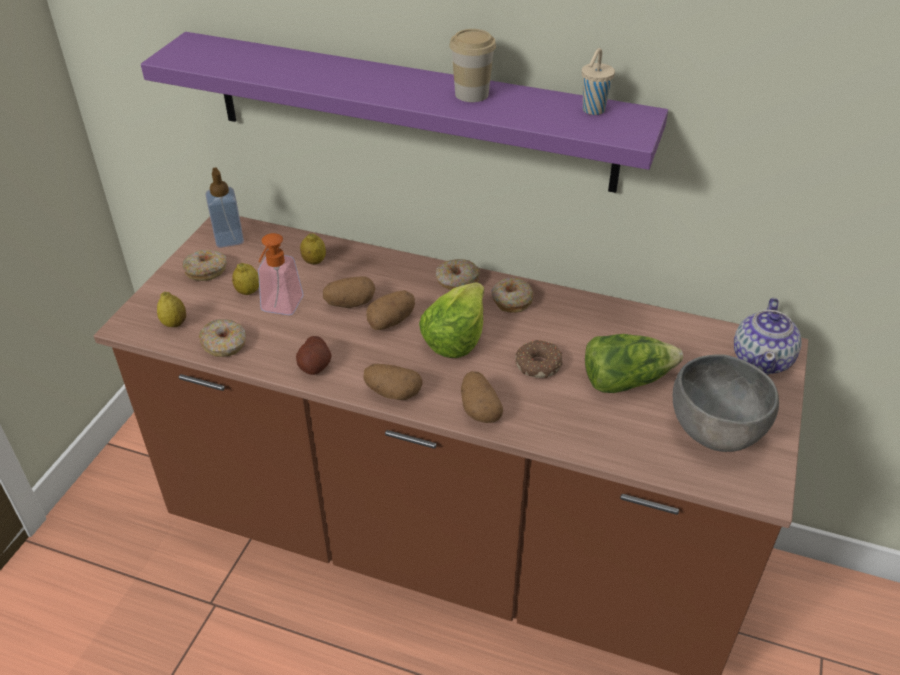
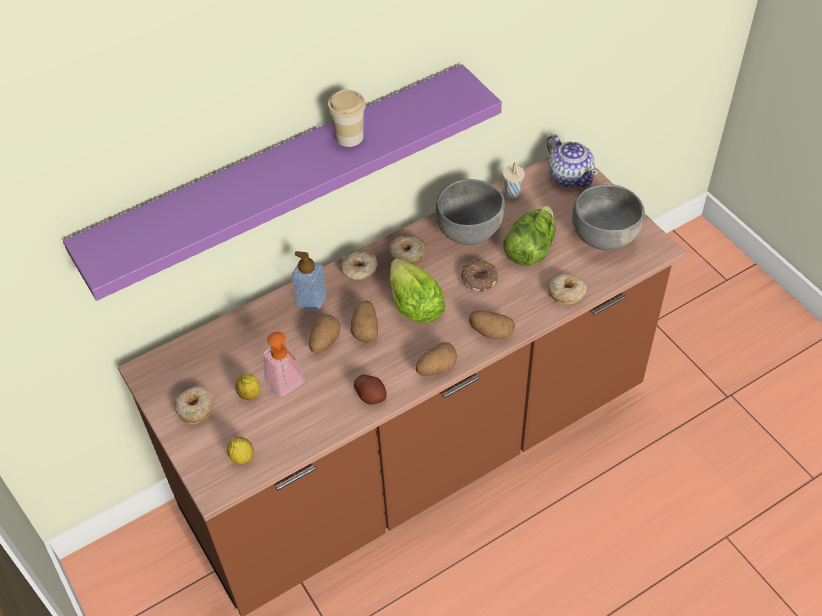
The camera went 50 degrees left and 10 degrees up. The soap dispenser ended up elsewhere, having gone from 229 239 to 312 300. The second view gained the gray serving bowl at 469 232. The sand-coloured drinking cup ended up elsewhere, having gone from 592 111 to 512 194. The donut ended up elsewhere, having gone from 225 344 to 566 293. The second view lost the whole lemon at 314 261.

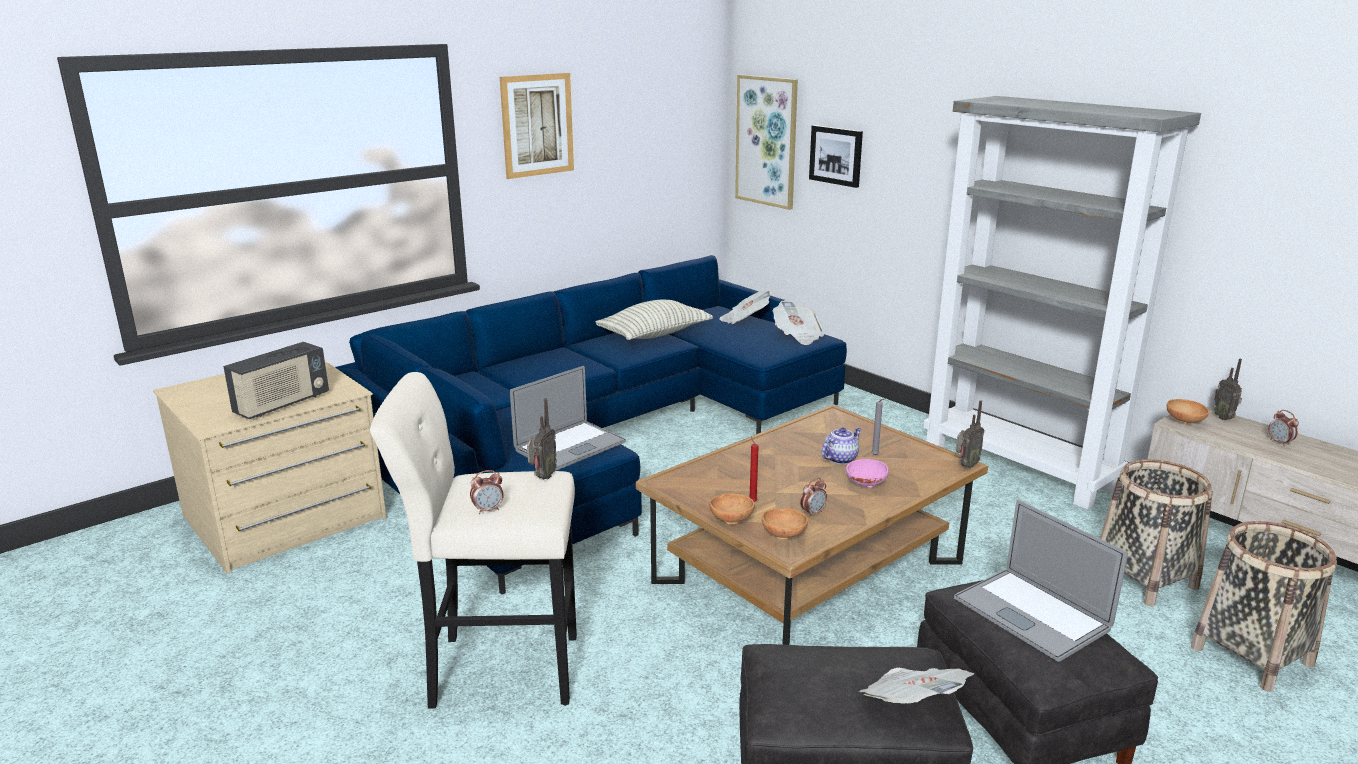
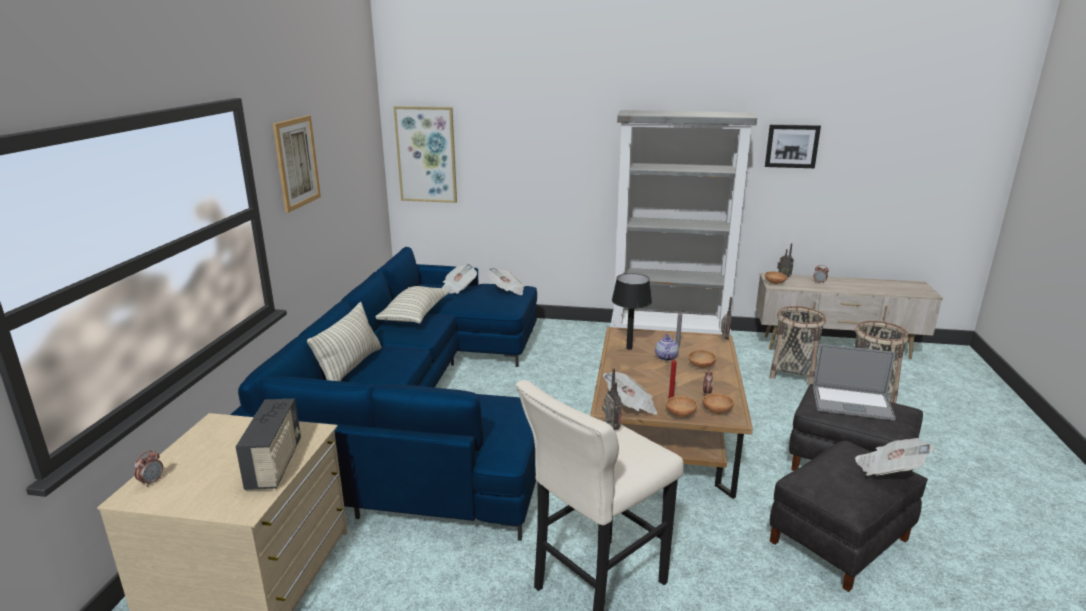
The camera went 40 degrees left and 0 degrees up. The alarm clock ended up elsewhere, having gone from 488 510 to 152 481. The second view gained the pillow at 350 367. The second view gained the daily paper at 630 406. The second view gained the black lamp for a table at 629 348. What was the pinkish serving bowl at 865 484 turned into the brown-coloured serving bowl at 700 366. The wall picture ended up elsewhere, having gone from 836 155 to 791 146. The second view lost the notebook computer at 570 446.

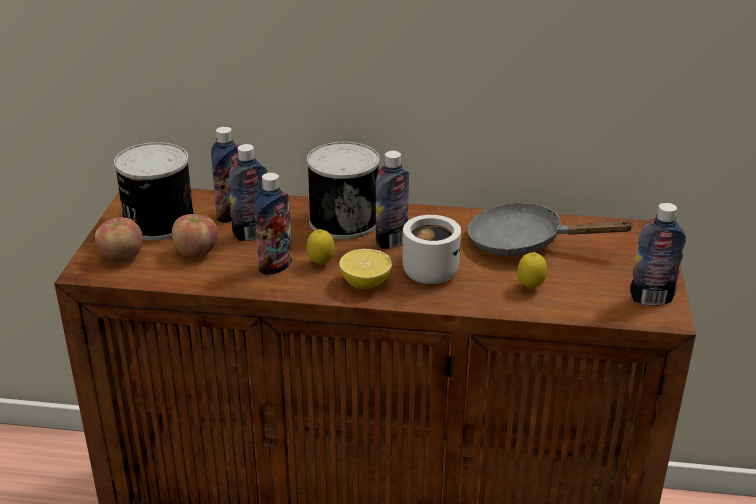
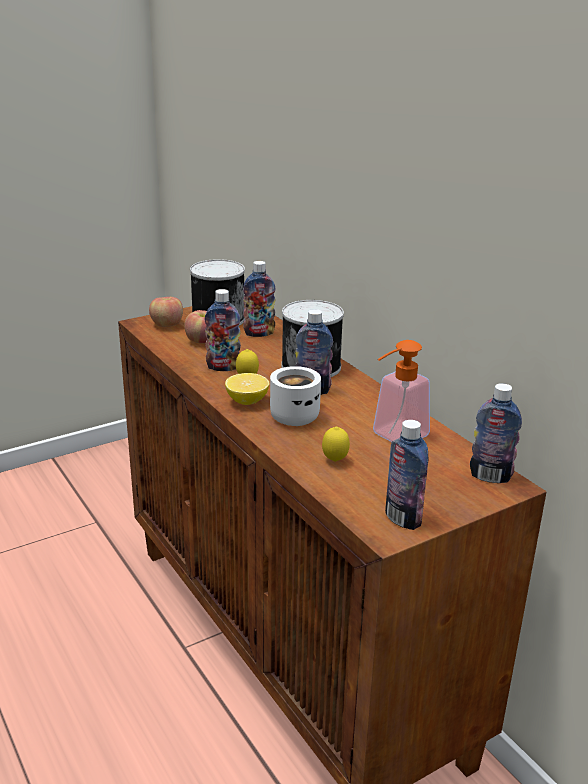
The camera went 50 degrees right and 5 degrees down. Where the gray pan stood at 524 243, the soap dispenser came to stand at 394 438. The beverage bottle ended up elsewhere, having gone from 252 234 to 490 476.

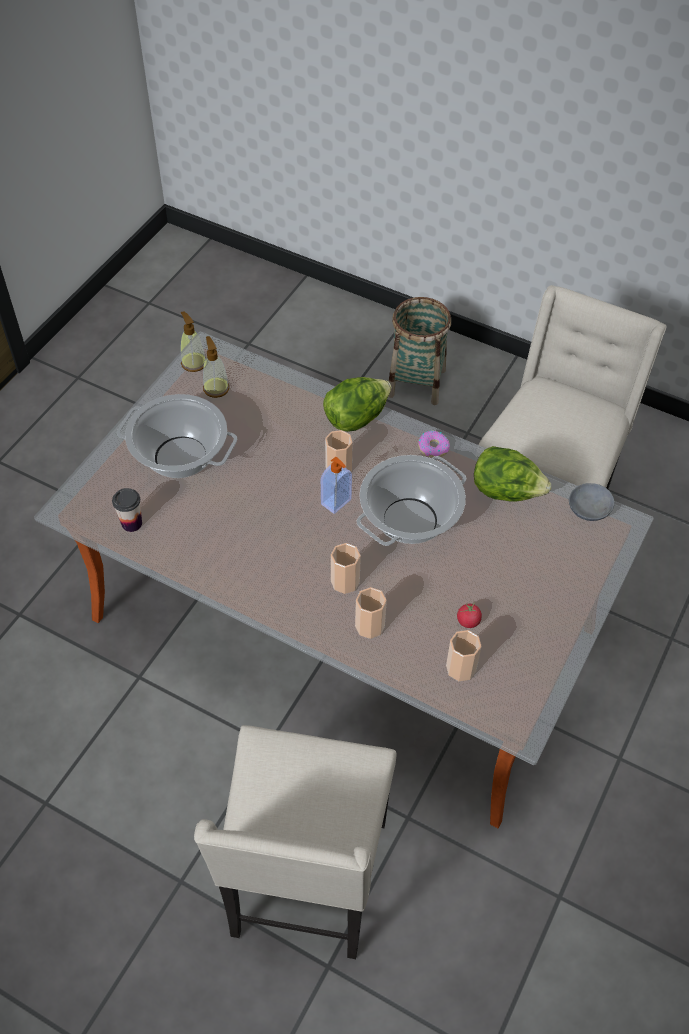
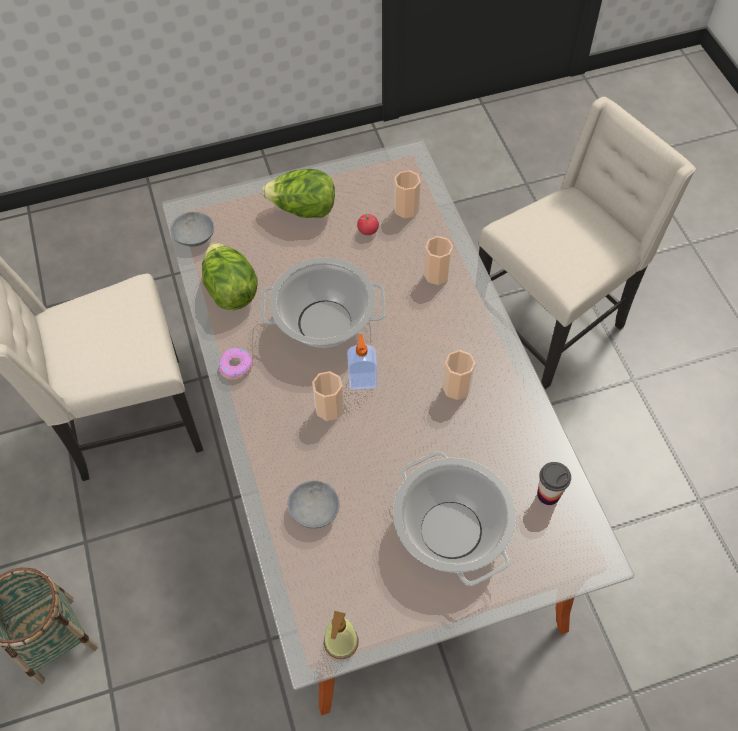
The camera went 135 degrees left and 5 degrees up. The head of lettuce ended up elsewhere, having gone from 356 418 to 303 210. The second view gained the gray serving bowl at 313 511. The drinking cup ended up elsewhere, having gone from 345 581 to 456 387. The second view lost the soap dispenser at 216 388.

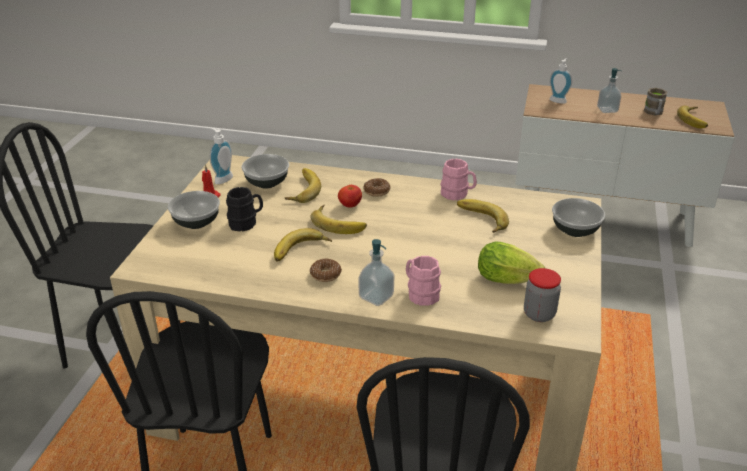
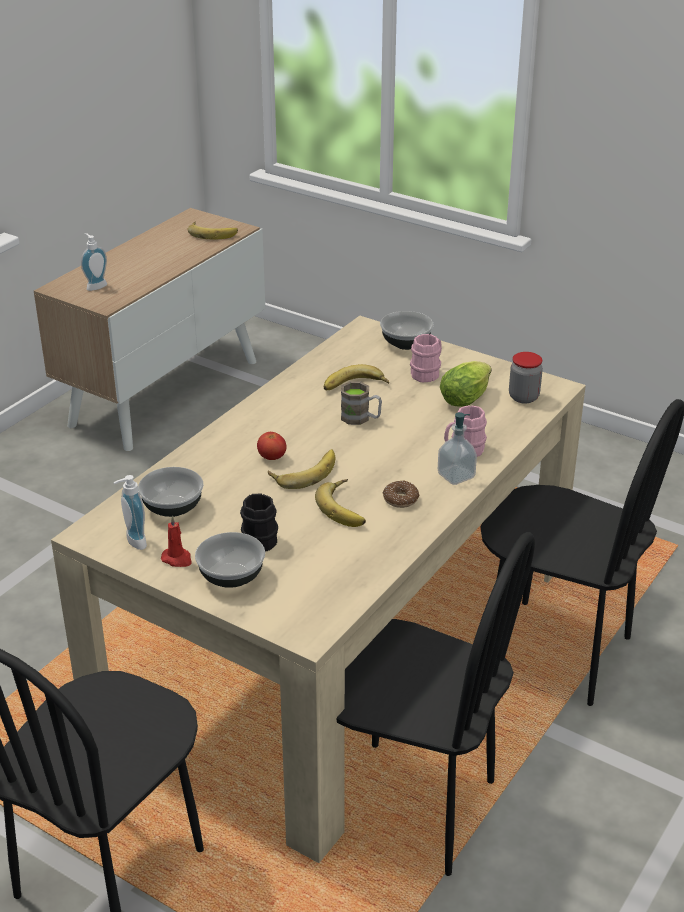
The camera went 70 degrees left and 0 degrees up. The brown-coloured coffee mug ended up elsewhere, having gone from 654 113 to 361 418. The pinkish coffee mug ended up elsewhere, having gone from 457 194 to 427 373. The second view lost the whole banana at 301 189. The second view lost the donut at 376 191. The second view lost the soap dispenser at 607 110.

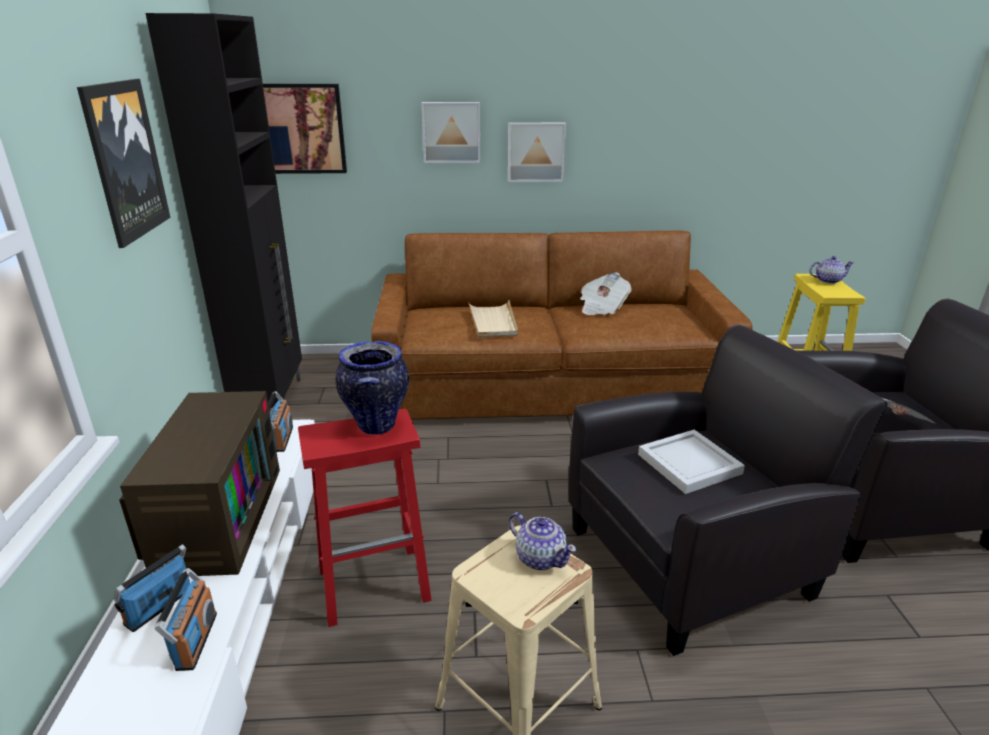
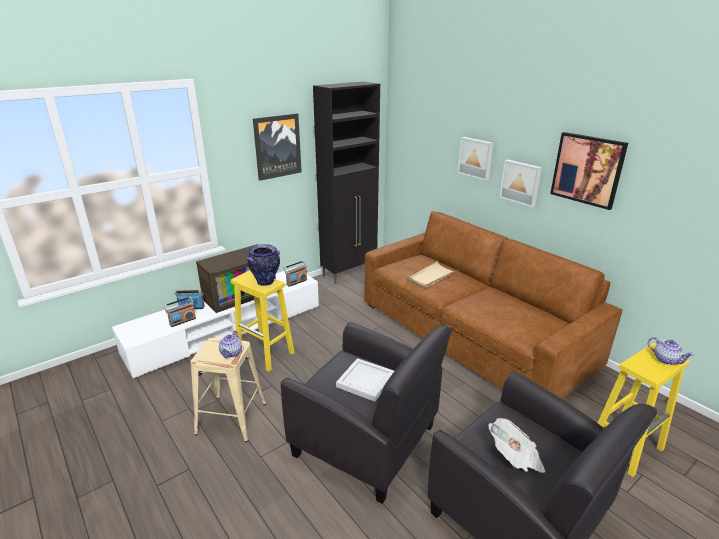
The camera went 55 degrees right and 0 degrees up. What was the red stool seat at 375 584 turned into the yellowish stool seat at 266 354. The wall picture ended up elsewhere, having gone from 300 129 to 587 169. The second view lost the daily paper at 602 307.

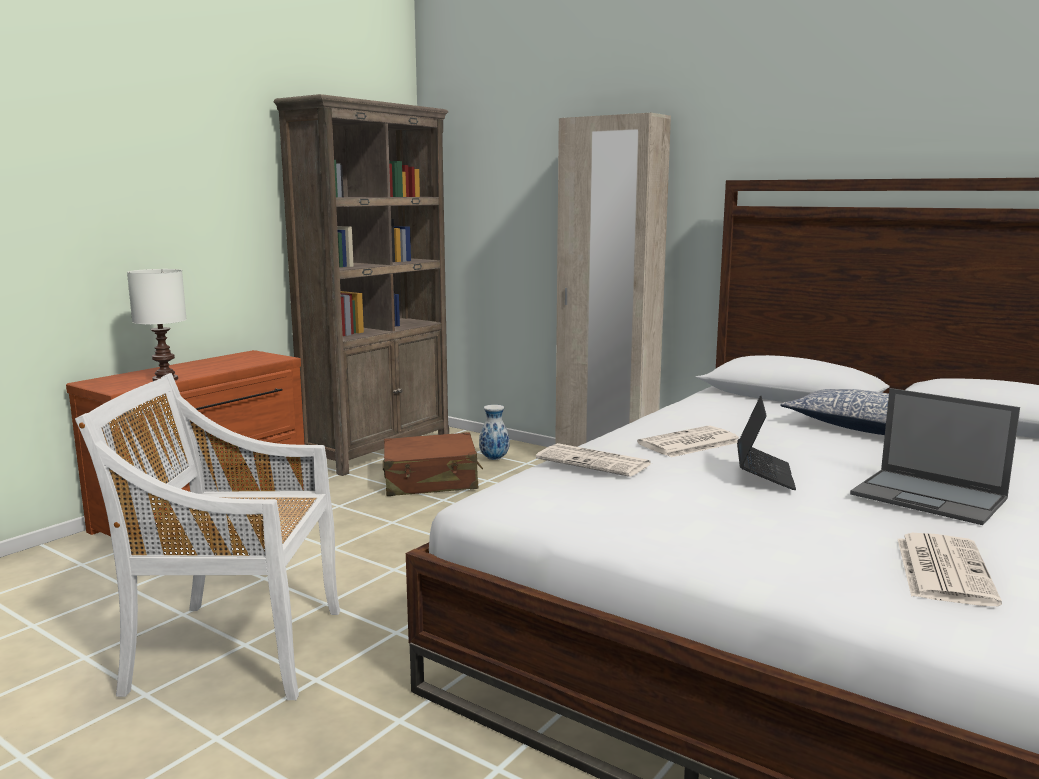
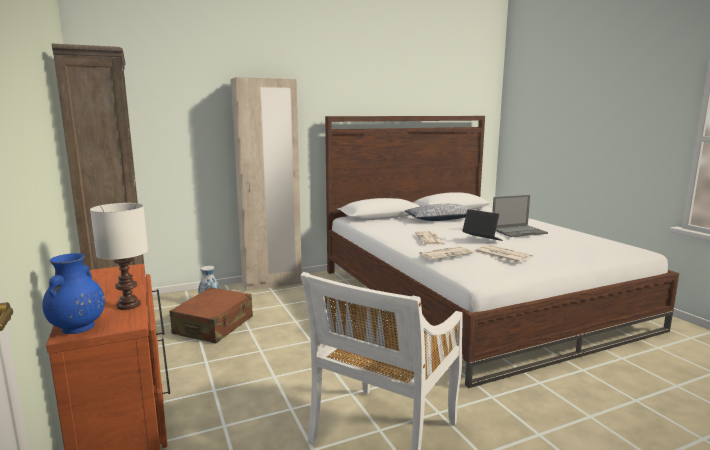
The camera went 60 degrees left and 0 degrees up. The second view gained the bluish flower vase at 77 328. The daily paper ended up elsewhere, having gone from 942 569 to 501 254.

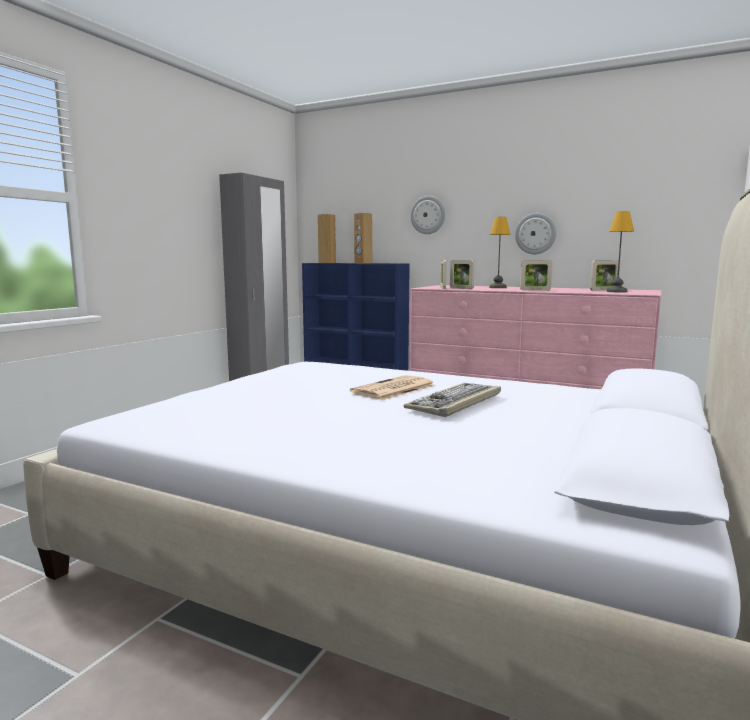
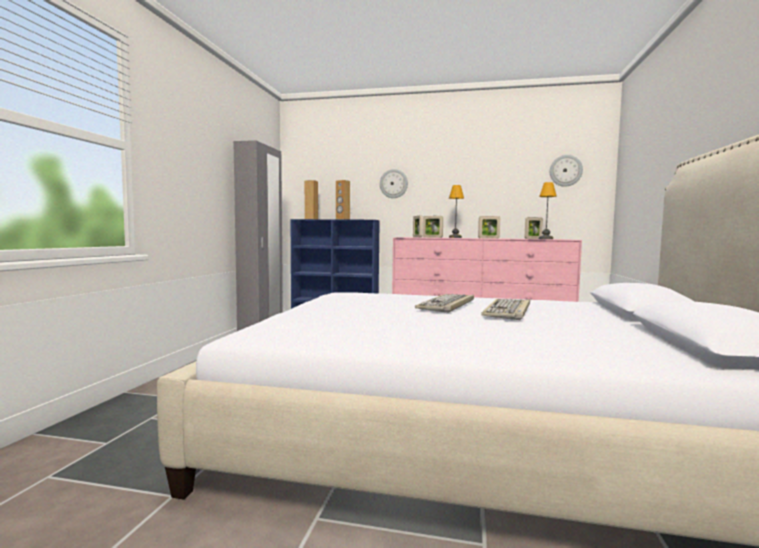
The camera went 15 degrees left and 5 degrees down. Where the daily paper stood at 393 389, the keyboard came to stand at 447 305. The clock on the wall ended up elsewhere, having gone from 535 233 to 565 170.

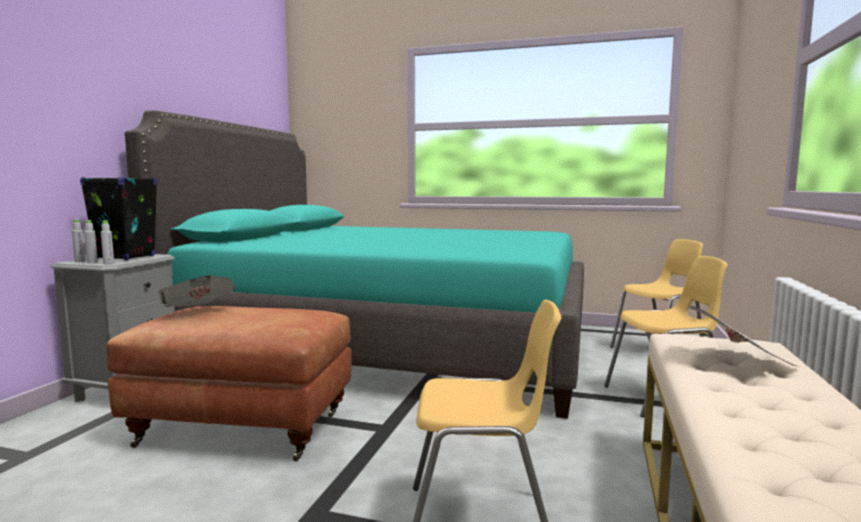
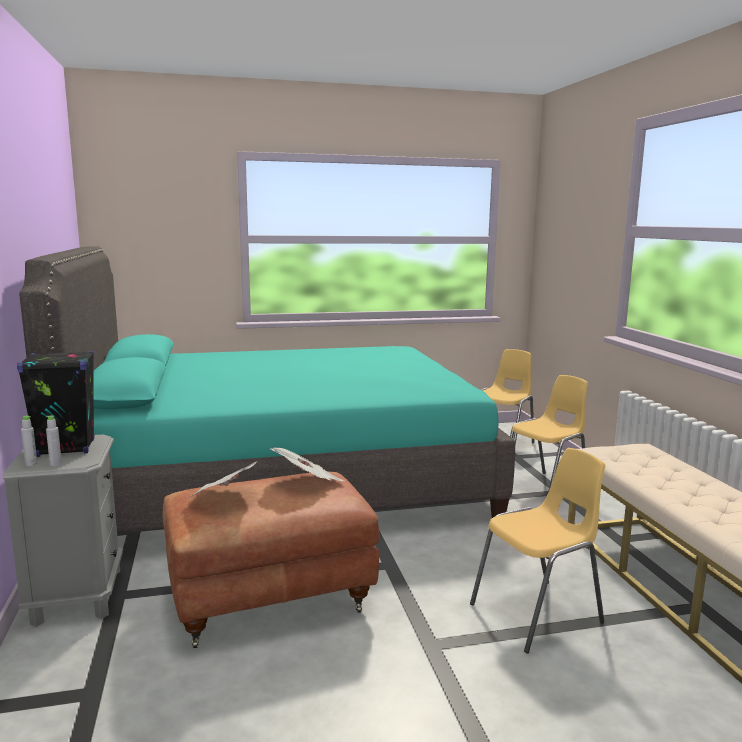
The camera went 30 degrees left and 5 degrees up. The daily paper ended up elsewhere, having gone from 738 361 to 308 483. The second view lost the gray beverage bottle at 108 263.

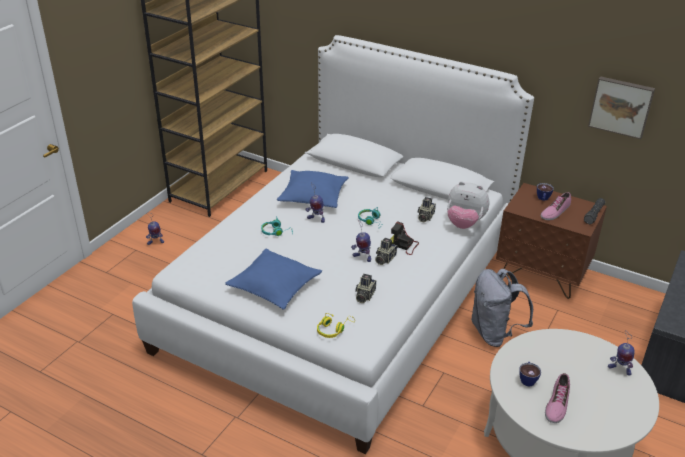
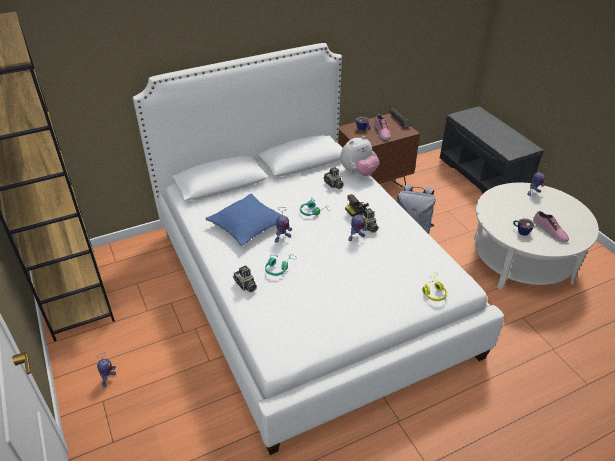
The camera went 55 degrees left and 5 degrees up. The still camera ended up elsewhere, having gone from 364 295 to 245 285. The second view lost the bluish pillow at 274 286. The second view lost the wall picture at 621 106.

